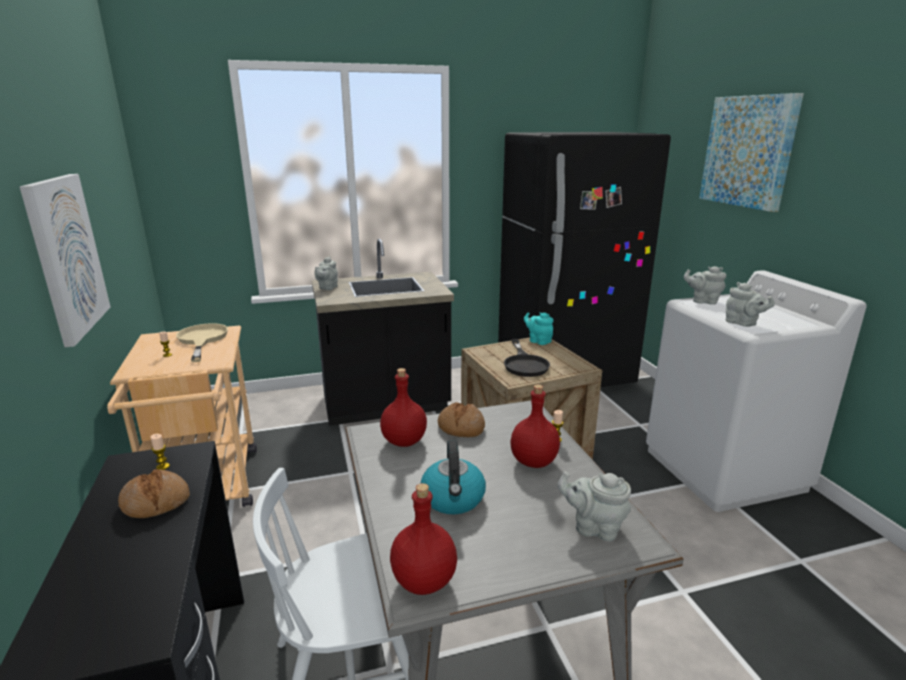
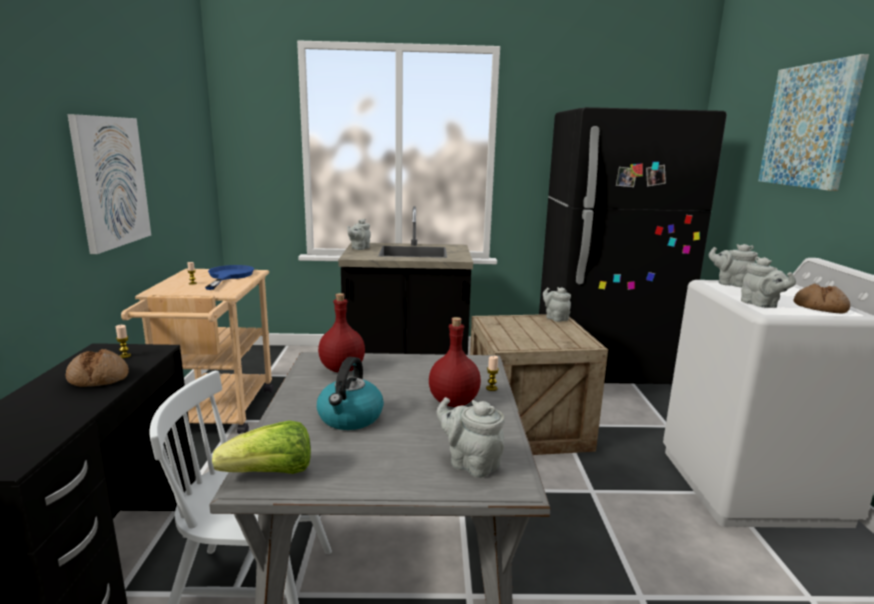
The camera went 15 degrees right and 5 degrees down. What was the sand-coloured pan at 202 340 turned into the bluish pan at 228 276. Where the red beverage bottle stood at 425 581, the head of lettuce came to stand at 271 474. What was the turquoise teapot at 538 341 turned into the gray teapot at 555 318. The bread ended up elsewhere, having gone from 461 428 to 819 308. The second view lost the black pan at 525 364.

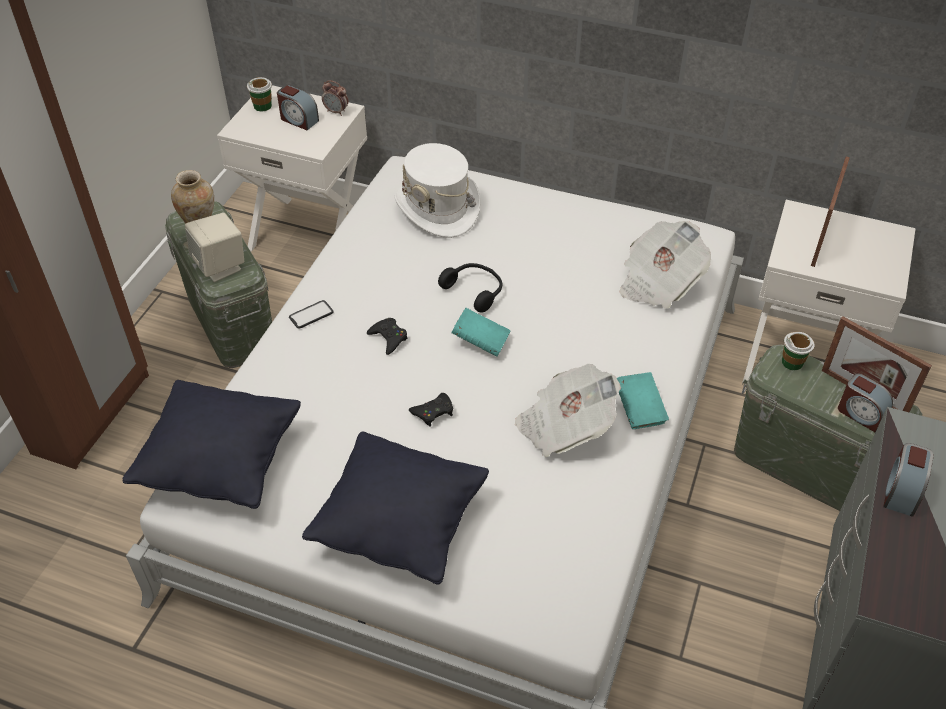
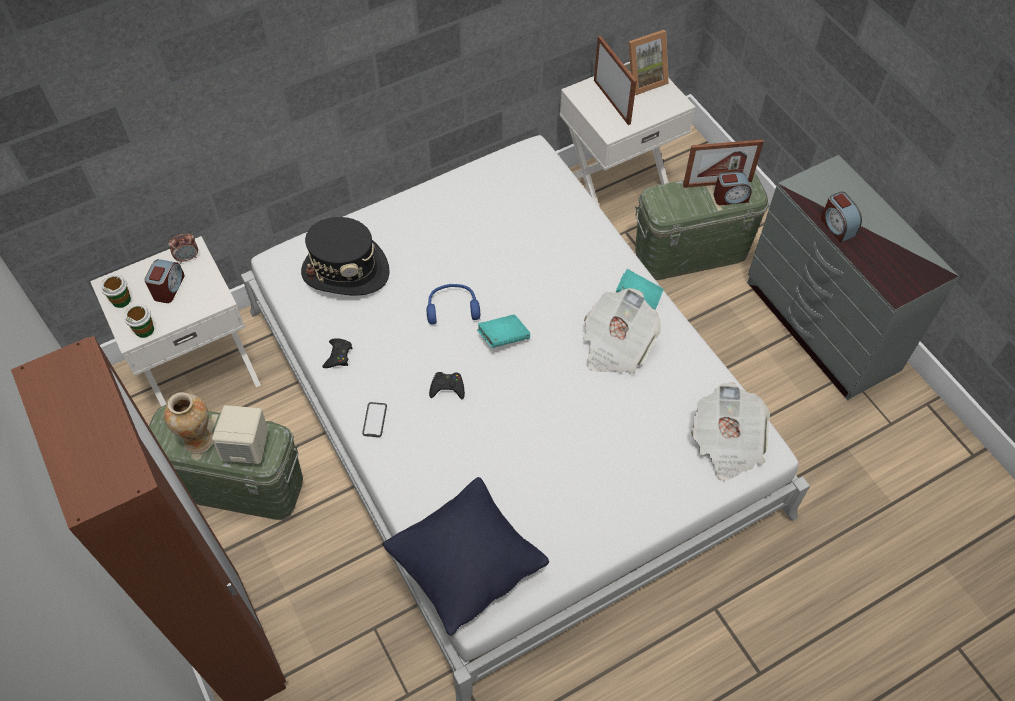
The camera went 50 degrees left and 10 degrees up. The drinking cup ended up elsewhere, having gone from 792 362 to 144 329. The alarm clock at 298 120 ended up facing another way, 60 degrees counterclockwise from before. What was the white wearable hat at 438 208 turned into the black wearable hat at 345 271. The black gamepad ended up elsewhere, having gone from 433 412 to 338 355. What was the black headset at 474 290 turned into the bluish headset at 452 307. The second view gained the picture frame at 642 80. The daily paper ended up elsewhere, having gone from 659 282 to 727 443. The second view lost the black pillow at 400 526.

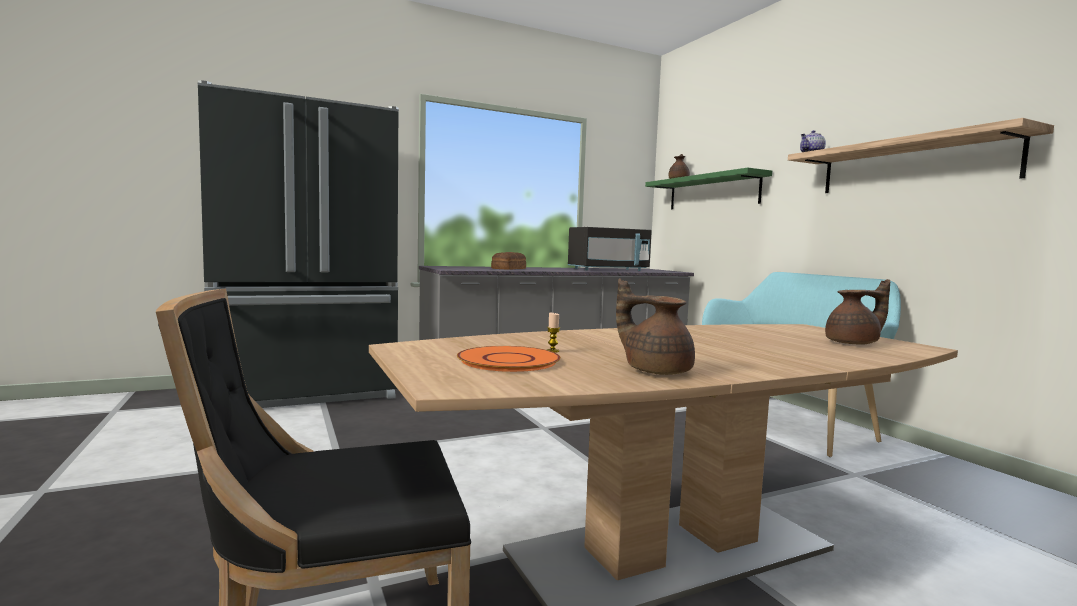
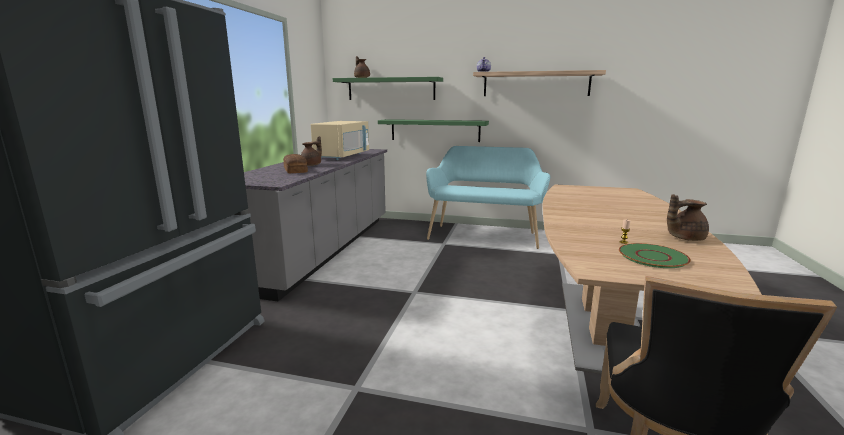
The camera went 50 degrees left and 10 degrees up. The brown-coloured teapot ended up elsewhere, having gone from 854 343 to 312 165. What was the black microwave at 608 270 turned into the sand-coloured microwave at 343 156. The second view gained the green wall shelf at 435 130. What was the orange plate at 508 360 turned into the green plate at 652 256.

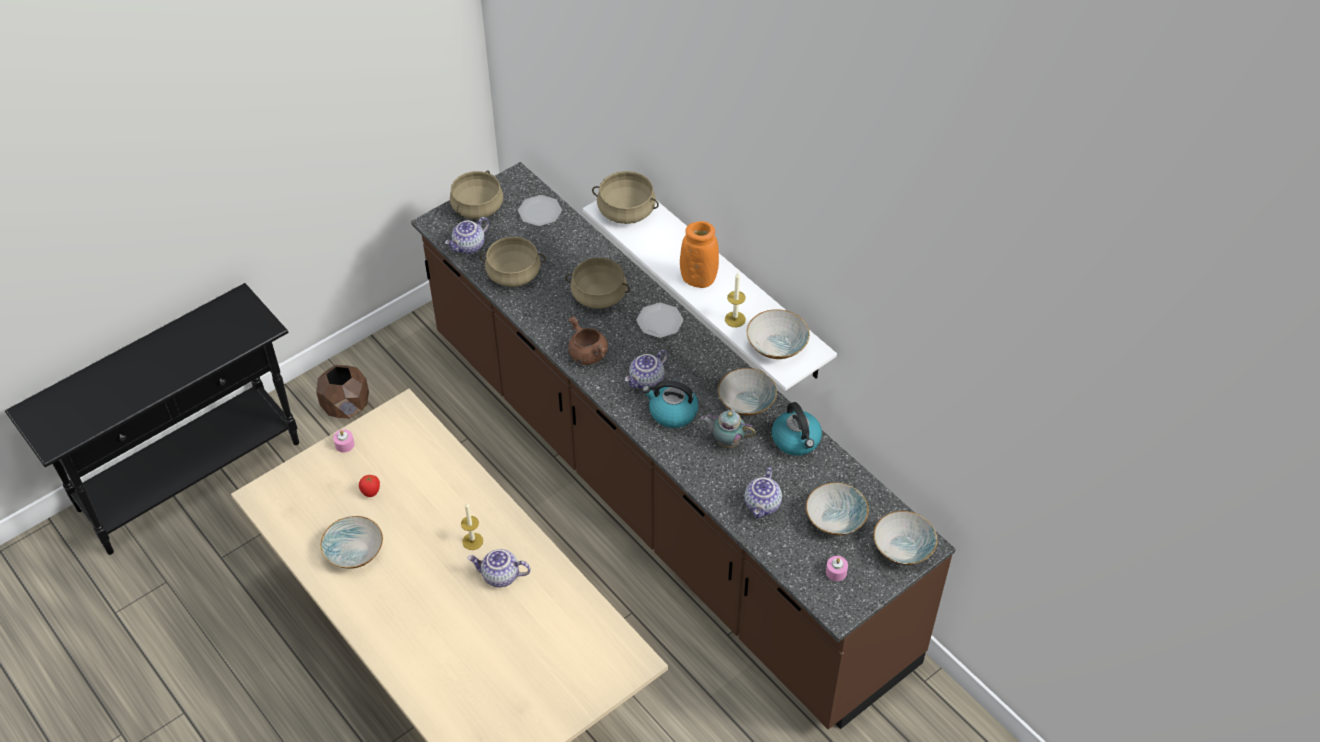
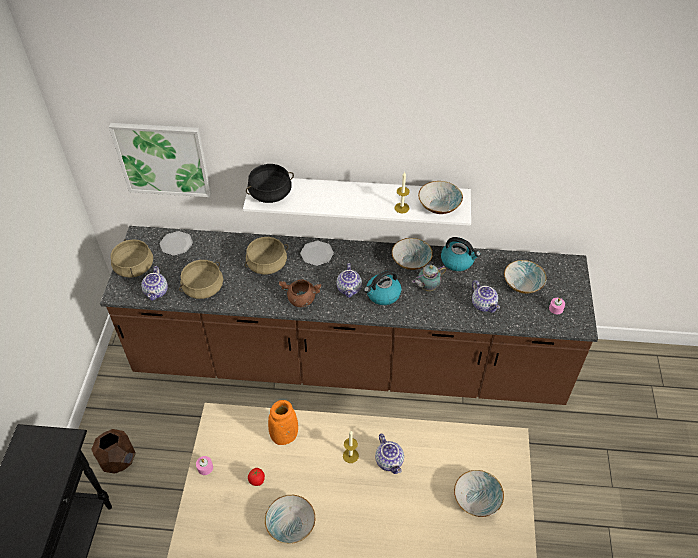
The camera went 45 degrees left and 0 degrees up. The second view gained the wall picture at 163 159. What was the sand-coloured stockpot at 626 211 turned into the black stockpot at 270 194. The orange flower vase ended up elsewhere, having gone from 698 279 to 284 436. The teapot at 500 576 ended up facing another way, 75 degrees counterclockwise from before. The serving bowl ended up elsewhere, having gone from 902 548 to 477 500.

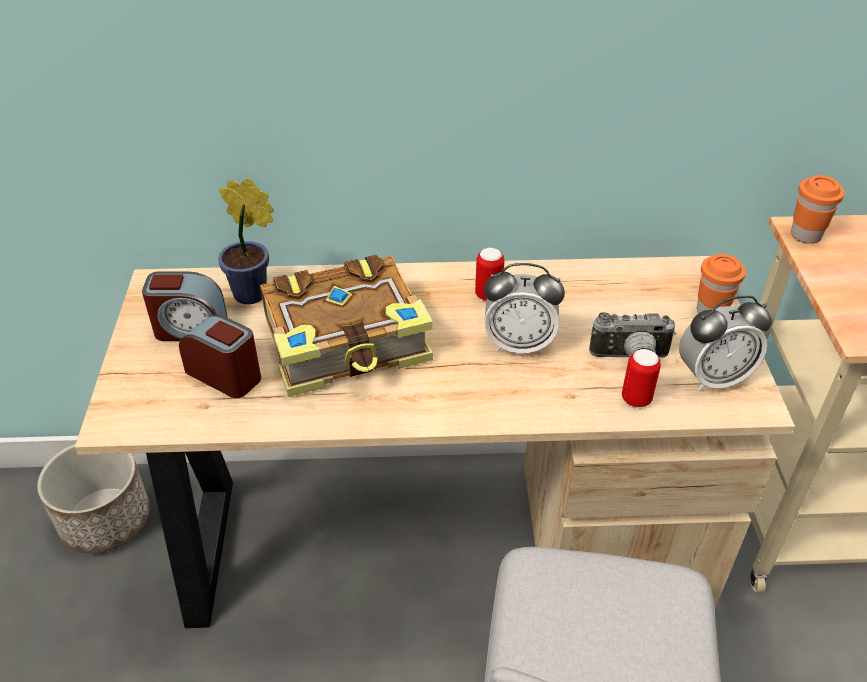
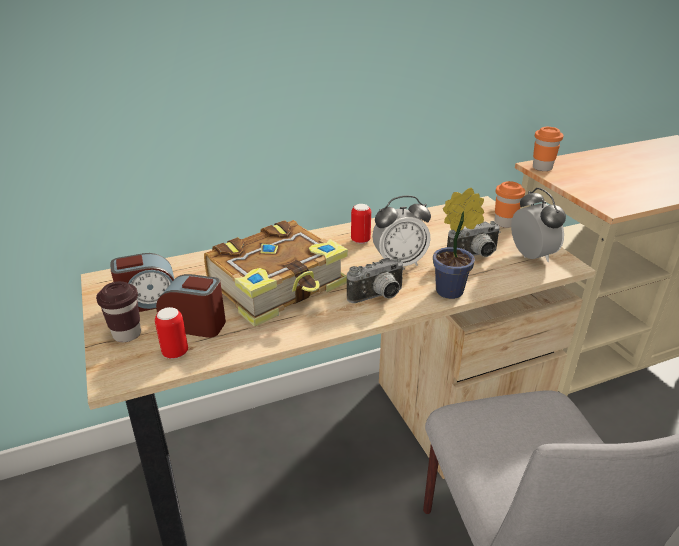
The camera went 20 degrees left and 10 degrees down. The second view gained the brown-coloured drinking cup at 127 334. The can ended up elsewhere, having gone from 636 399 to 175 353. The second view gained the still camera at 378 297. The houseplant ended up elsewhere, having gone from 255 295 to 453 291. The alarm clock at 713 378 ended up facing another way, 75 degrees counterclockwise from before. The second view lost the flower pot at 105 520.

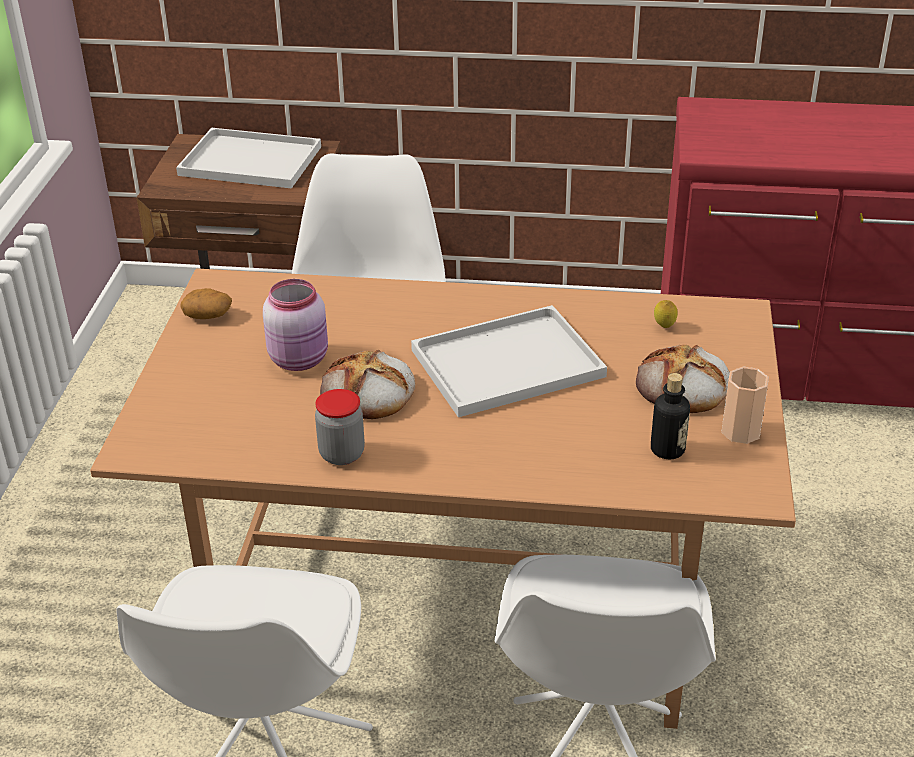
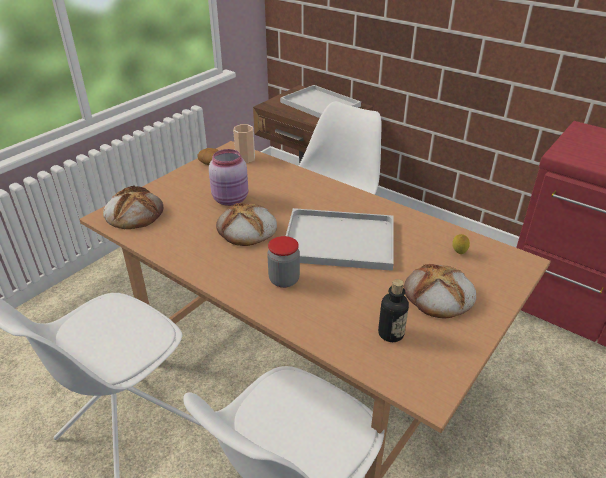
The camera went 30 degrees right and 0 degrees up. The second view gained the bread at 134 213. The drinking cup ended up elsewhere, having gone from 741 431 to 245 158. The jar ended up elsewhere, having gone from 342 454 to 284 280.

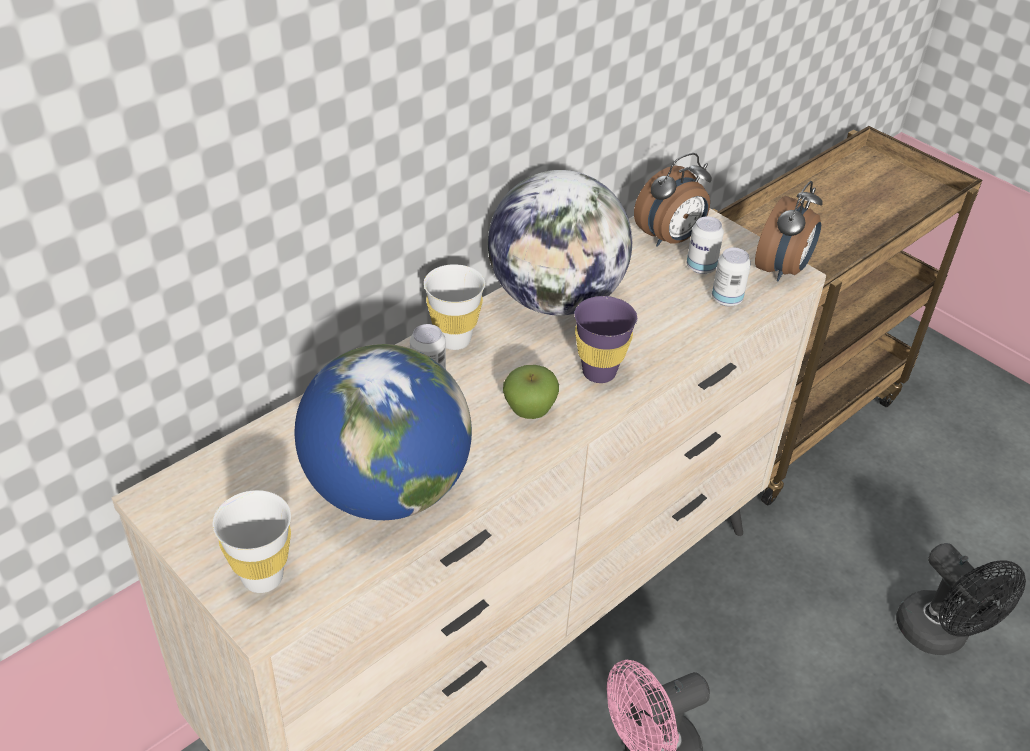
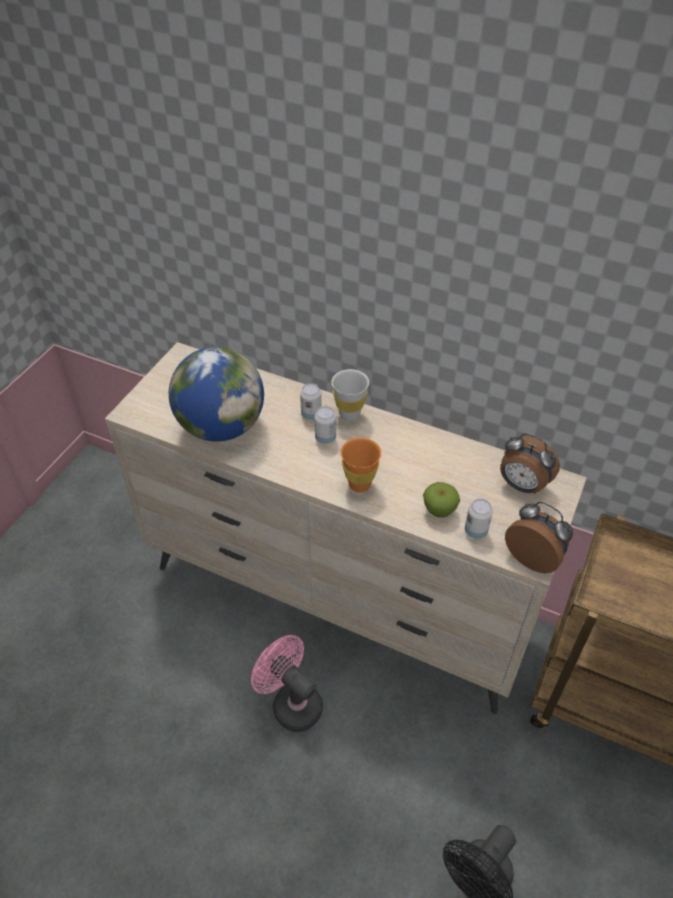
The camera went 70 degrees right and 5 degrees up. The can ended up elsewhere, having gone from 701 267 to 325 438. What was the purplish drinking cup at 599 372 turned into the orange drinking cup at 359 484. The whole apple ended up elsewhere, having gone from 529 411 to 439 510. The alarm clock at 783 270 ended up facing another way, 150 degrees counterclockwise from before. The second view lost the white drinking cup at 262 577. The second view lost the world globe at 556 299.

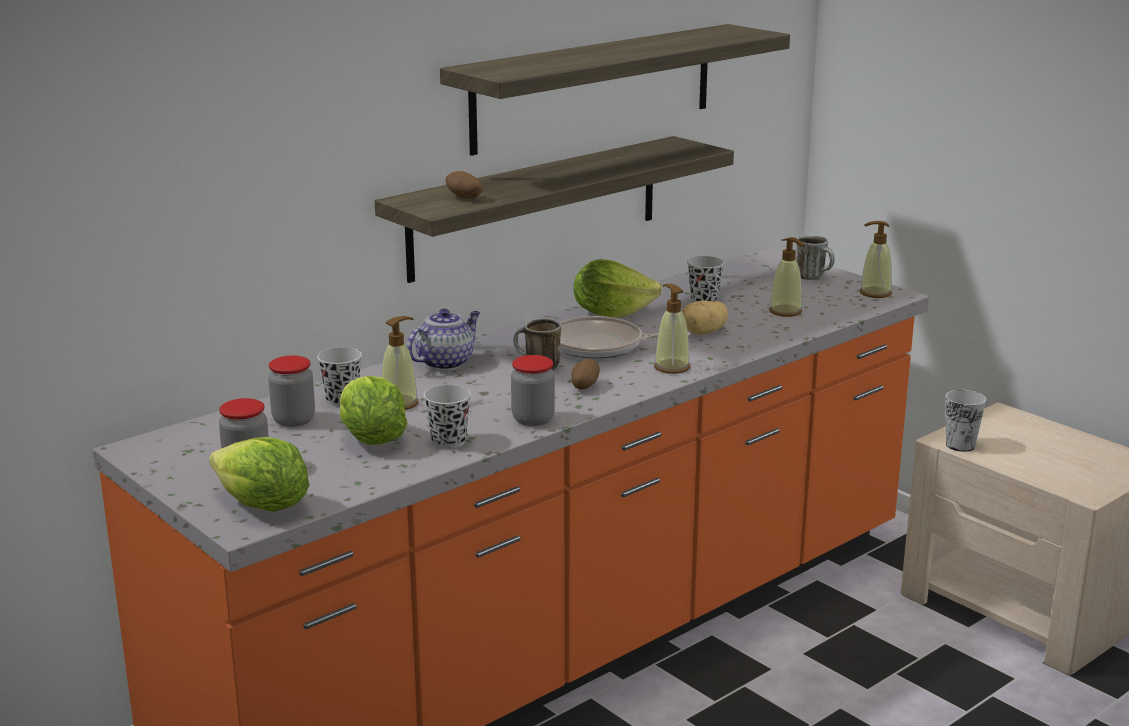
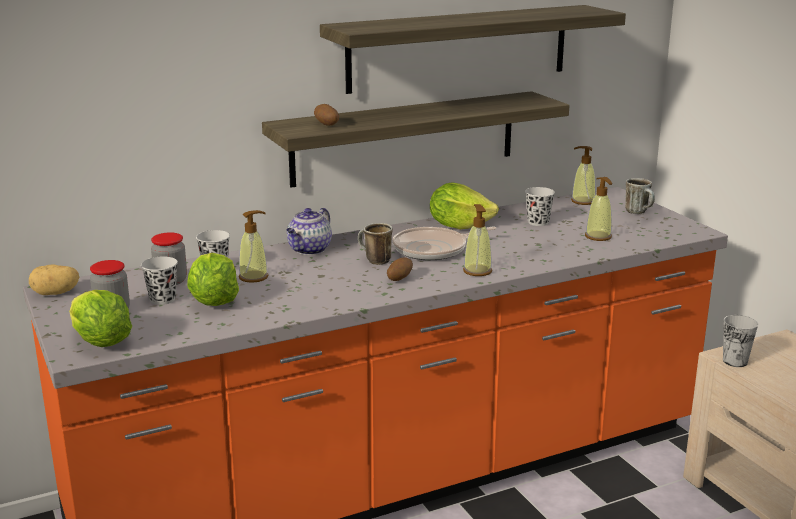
The camera went 15 degrees right and 0 degrees up. The whole potato ended up elsewhere, having gone from 704 333 to 55 293. The black drinking cup ended up elsewhere, having gone from 448 441 to 162 299. The teapot at 445 362 ended up facing another way, 150 degrees clockwise from before. The pan at 601 346 ended up facing another way, 45 degrees counterclockwise from before. The soap dispenser ended up elsewhere, having gone from 875 293 to 583 201. The second view lost the jar at 533 419.

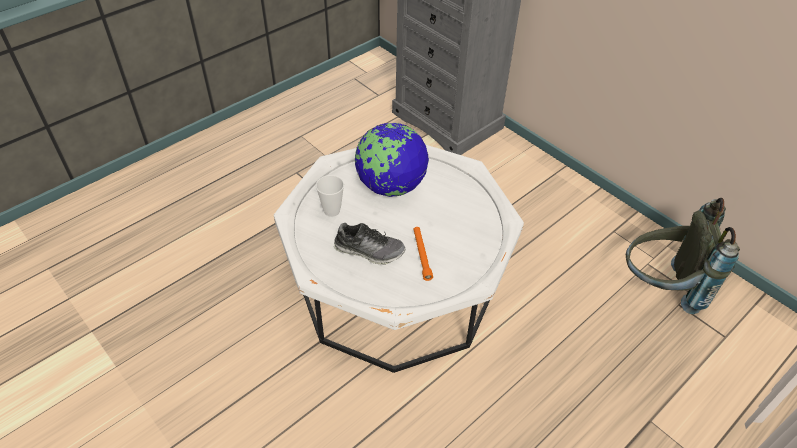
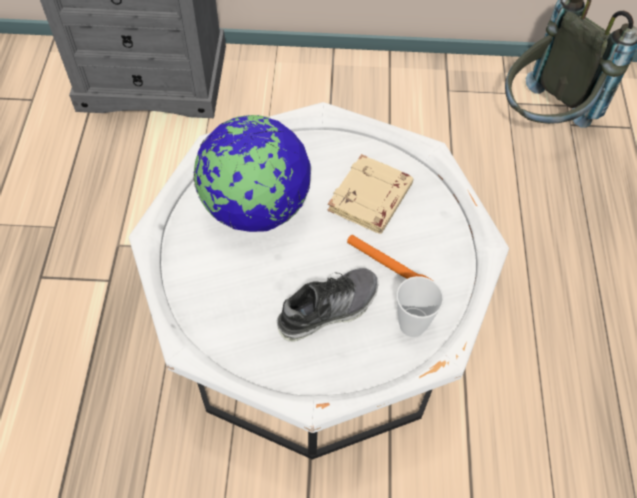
The camera went 45 degrees left and 10 degrees up. The second view gained the sand-coloured bound book at 370 199. The drinking cup ended up elsewhere, having gone from 332 211 to 412 325.

